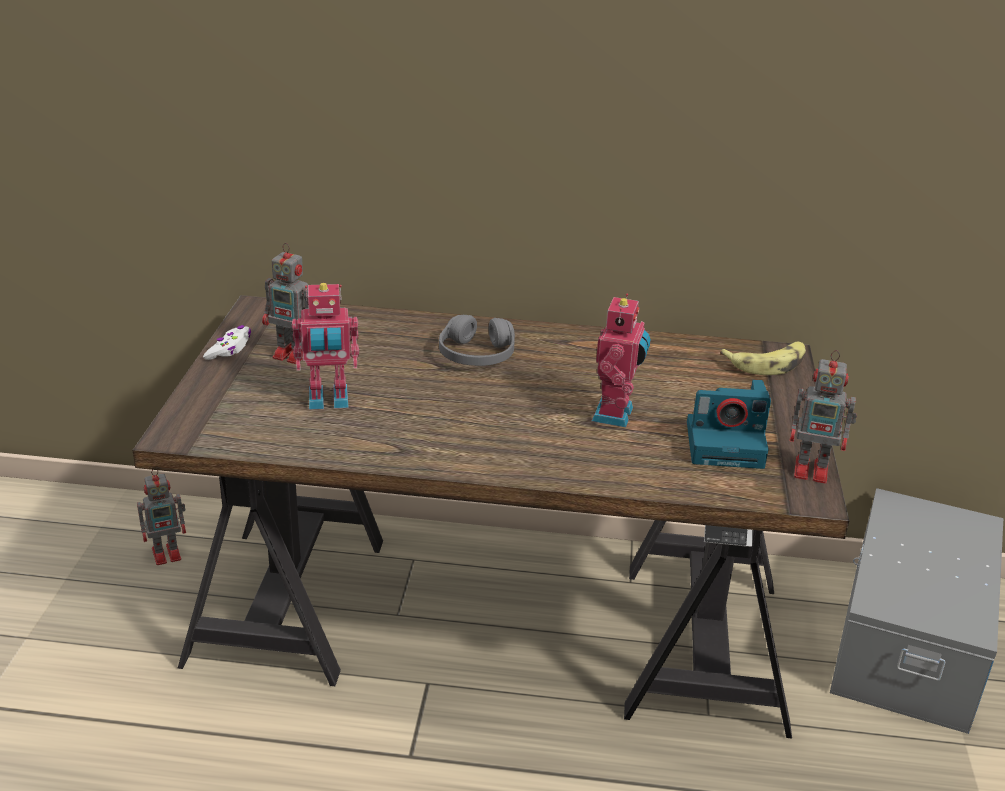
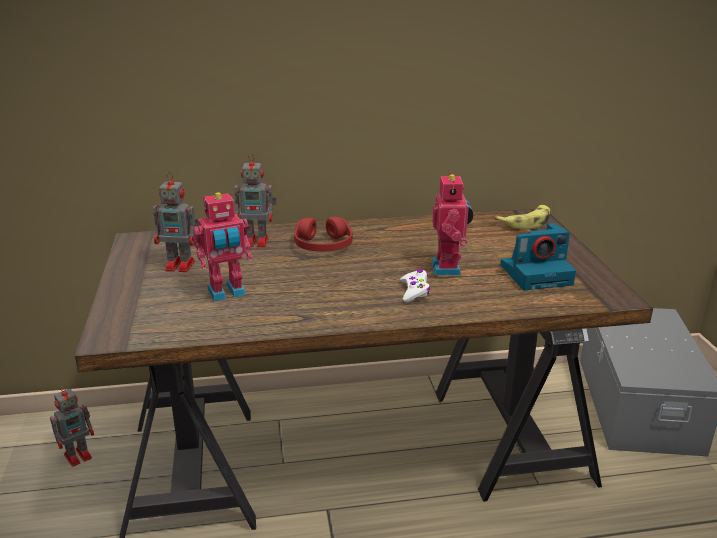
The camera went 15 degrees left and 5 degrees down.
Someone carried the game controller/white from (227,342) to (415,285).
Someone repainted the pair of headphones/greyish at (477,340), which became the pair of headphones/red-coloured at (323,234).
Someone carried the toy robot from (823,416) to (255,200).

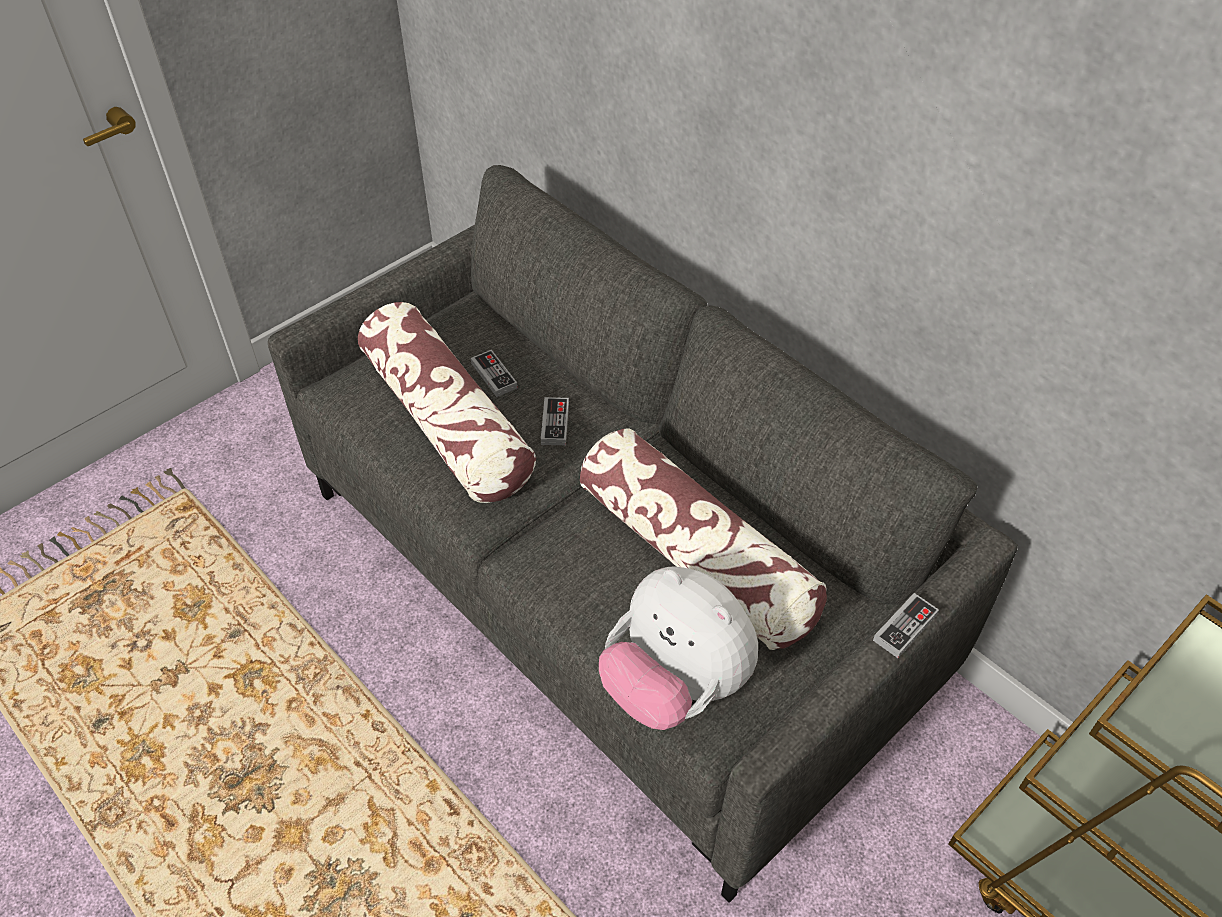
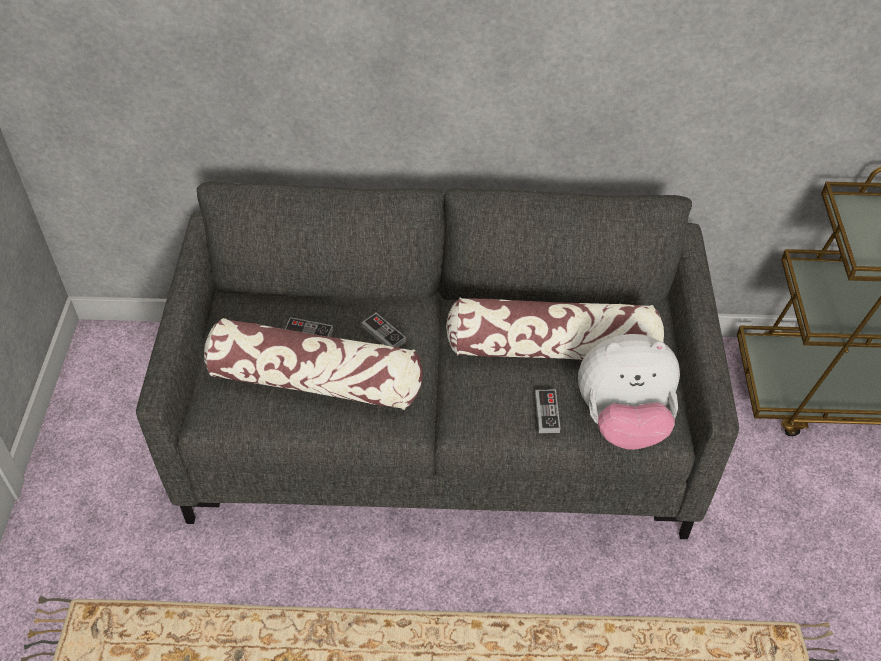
The camera went 45 degrees left and 0 degrees up.
Someone carried the game controller from (906,625) to (548,411).

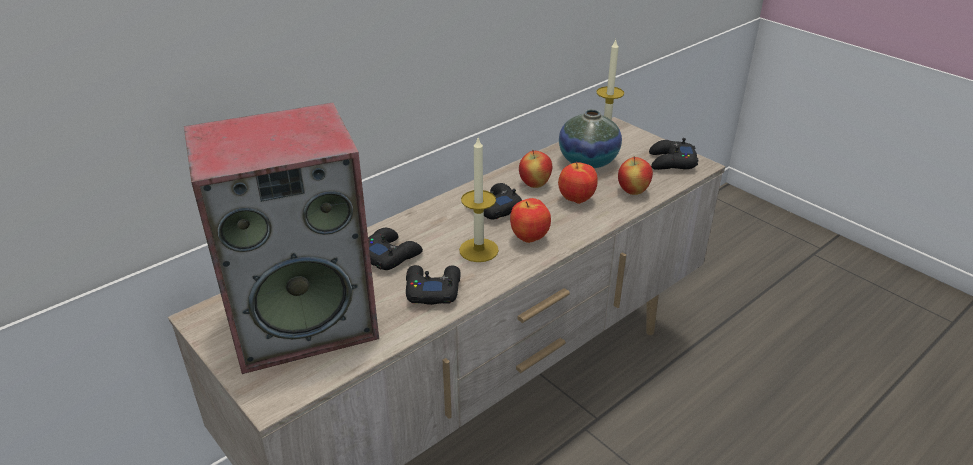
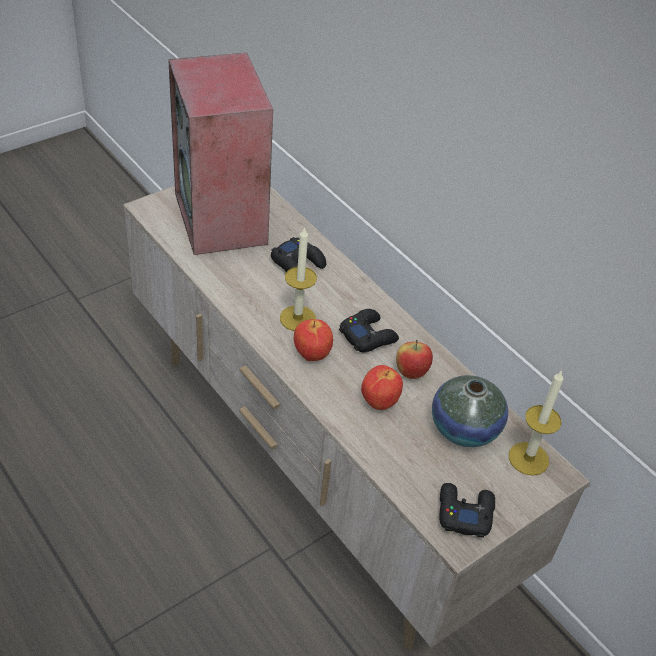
The camera went 90 degrees right and 10 degrees up.
Someone took away the game controller/black at (433,285).
Someone took away the apple fruit at (635,175).

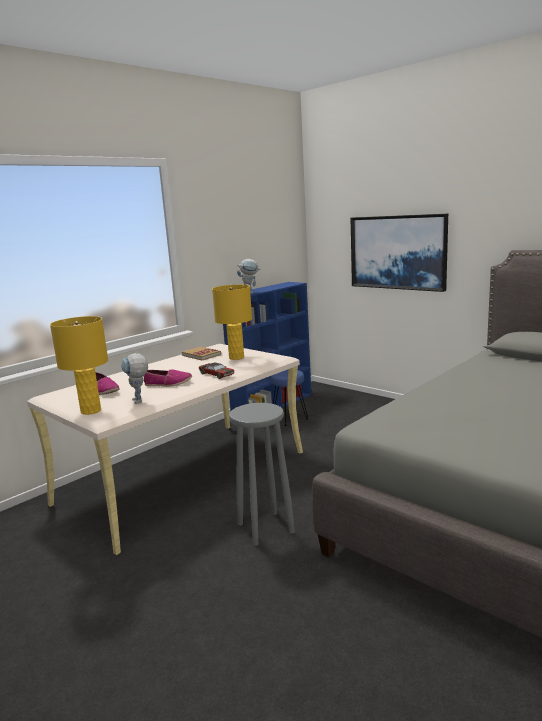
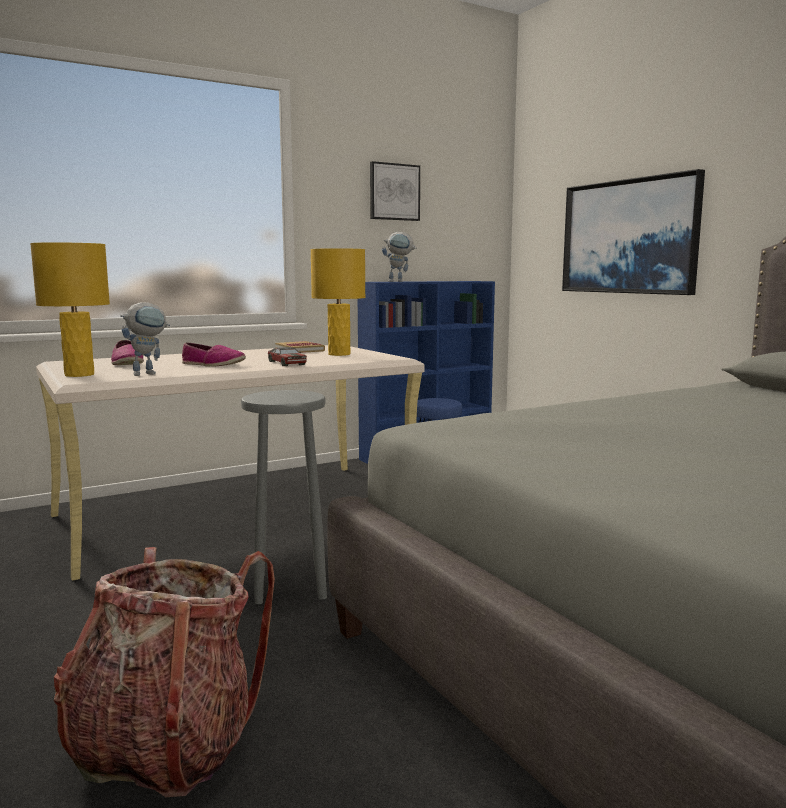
The camera went 15 degrees right and 5 degrees down.
Someone rotated the toy robot at (134,378) by 120 degrees counterclockwise.
Someone put down the rucksack at (164,672).
Someone put up the picture at (395,191).

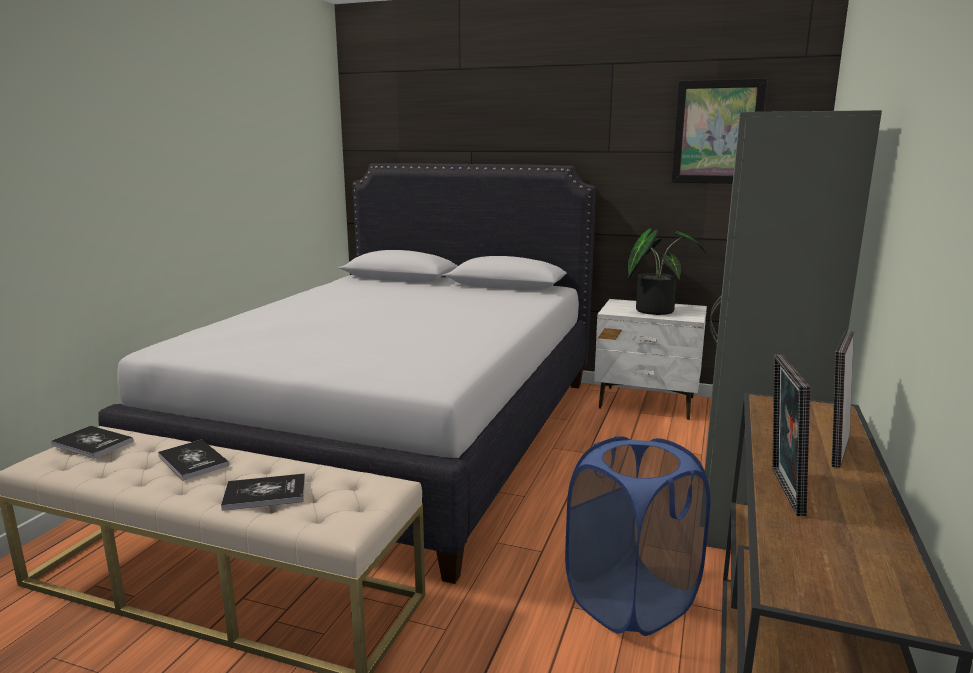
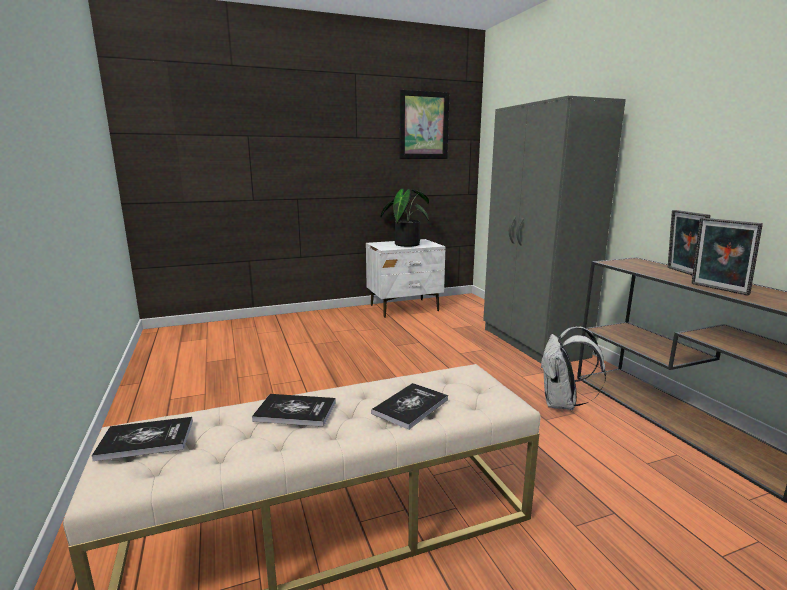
The camera went 40 degrees left and 0 degrees up.
Someone took away the bed/white at (347,373).
Someone swapped the hamper/blue-coloured at (637,536) for the rucksack/white at (573,368).

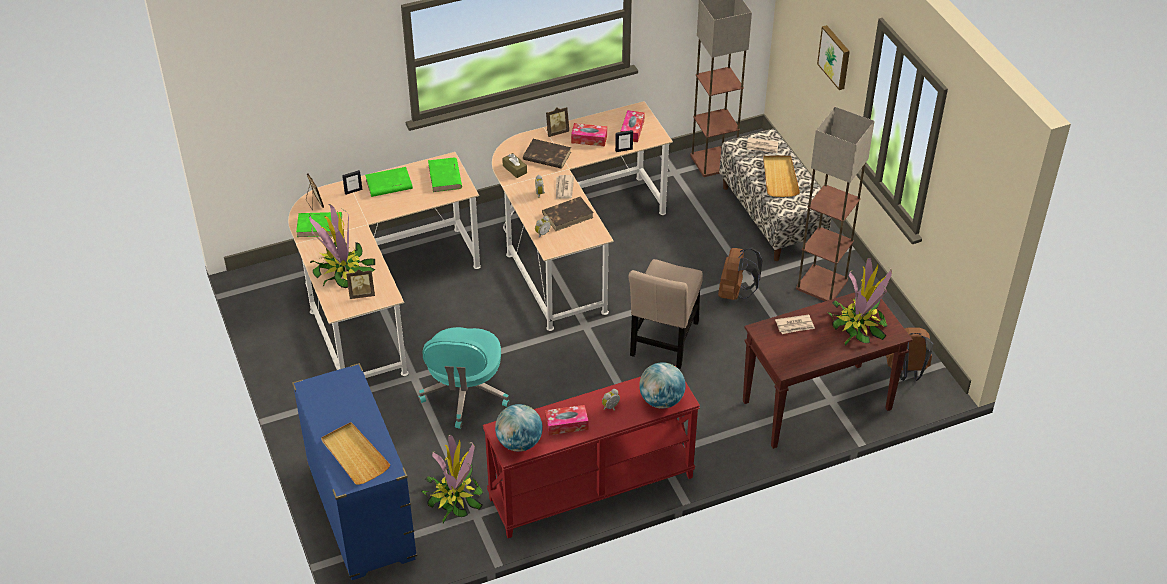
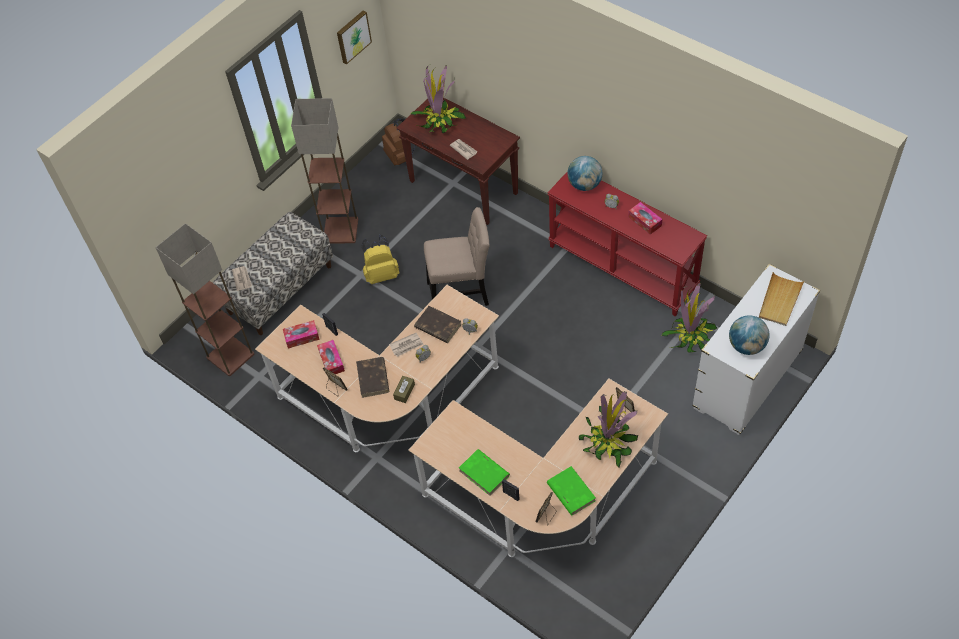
The camera went 115 degrees left and 10 degrees up.
Someone repainted the drawer chest/blue-coloured at (354,471), which became the drawer chest/white at (756,349).
Someone took away the computer chair/turquoise at (464,378).
Someone took away the volume/greenish at (445,175).
Someone carried the globe from (519,428) to (749,335).
Someone repainted the rucksack/brown-coloured at (740,273), which became the rucksack/yellow at (380,259).
Someone took away the serving tray/beige-coloured at (781,176).
Someone carried the picture from (833,57) to (354,37).

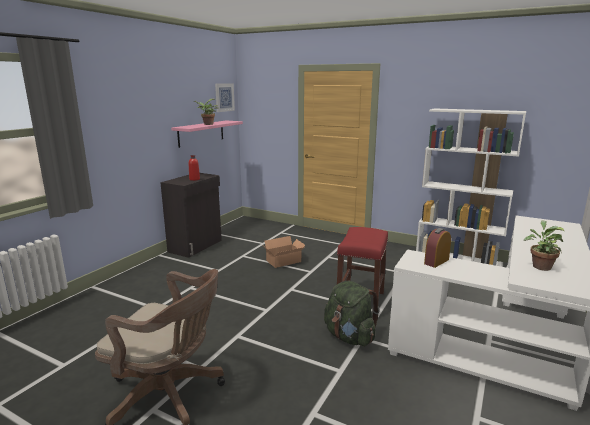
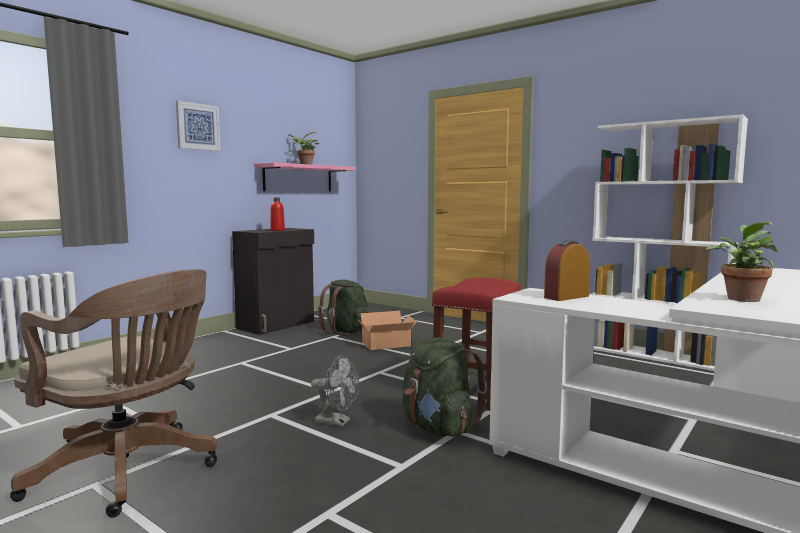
The camera went 10 degrees right and 10 degrees down.
Someone carried the picture from (225,97) to (198,126).
Someone put down the electric fan/greyish at (335,391).
Someone put down the rucksack/greenish at (343,308).

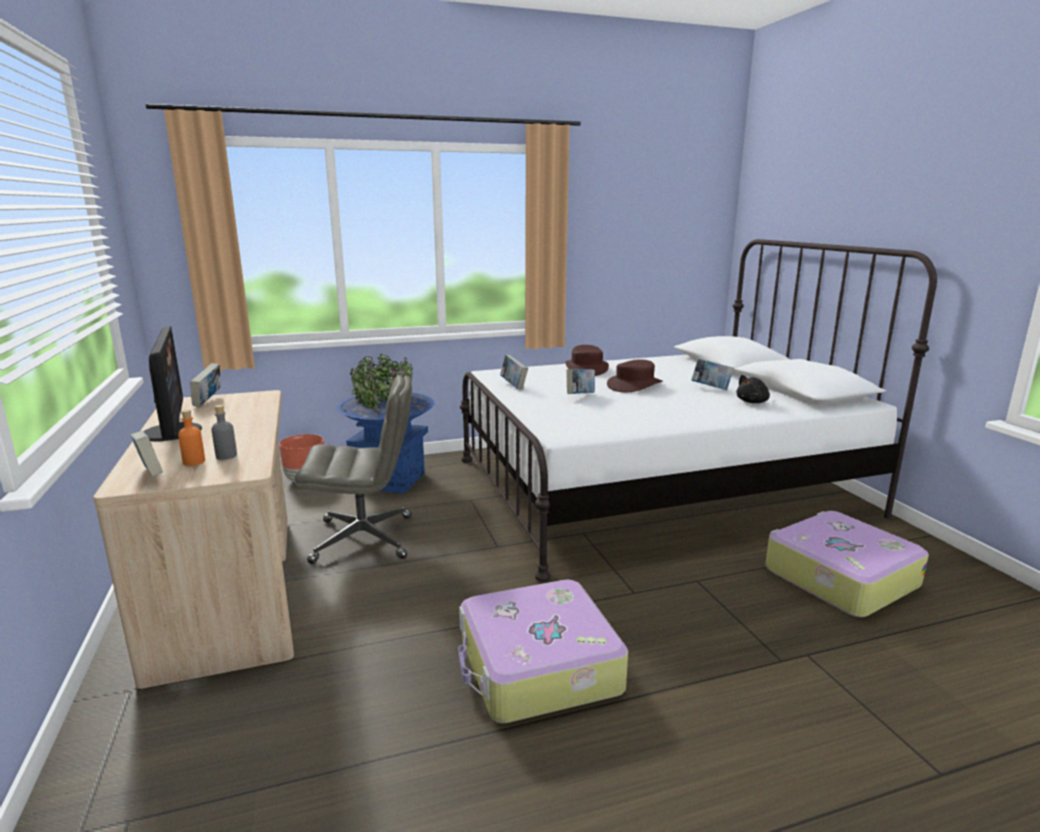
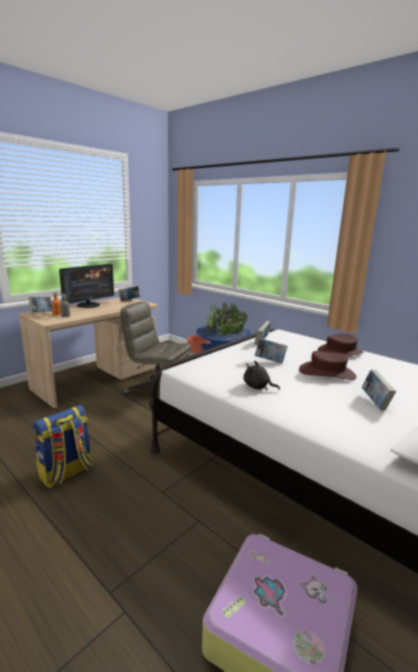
The camera went 60 degrees right and 0 degrees up.
Someone rotated the computer chair/greyish at (353,469) by 150 degrees clockwise.
Someone swapped the piece of luggage at (543,652) for the rucksack at (62,446).
Someone carried the cuddly toy/black from (753,389) to (262,375).

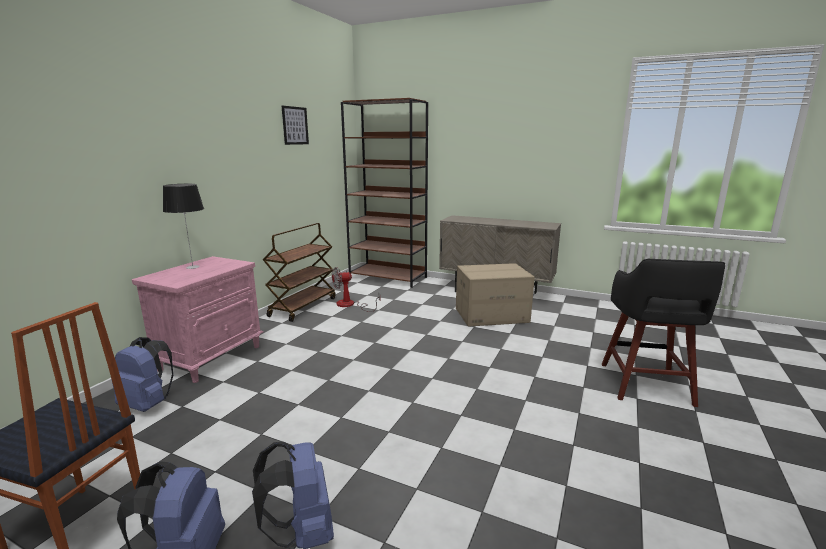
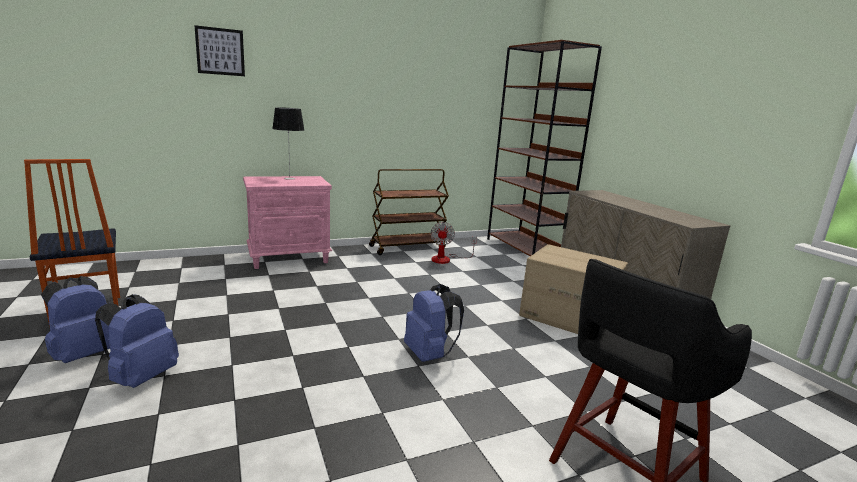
The camera went 40 degrees right and 0 degrees up.
Someone carried the rucksack/blue-coloured from (142,374) to (434,323).
Someone carried the picture from (295,125) to (219,50).
Someone rotated the electric fan at (356,289) by 105 degrees counterclockwise.

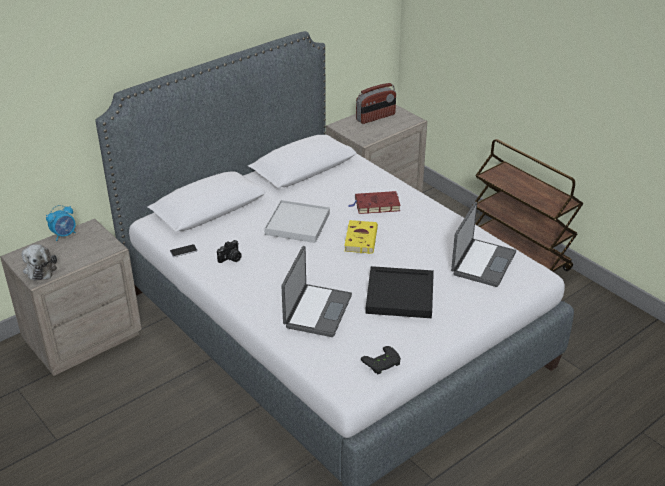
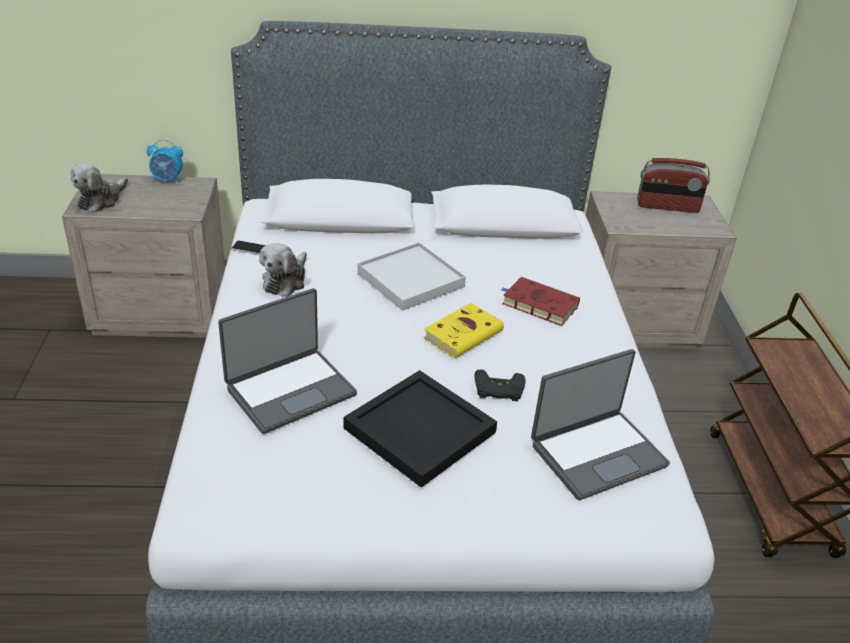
The camera went 35 degrees right and 0 degrees up.
Someone swapped the photo camera at (229,251) for the cuddly toy at (283,270).
Someone carried the game controller/black from (381,360) to (500,386).

